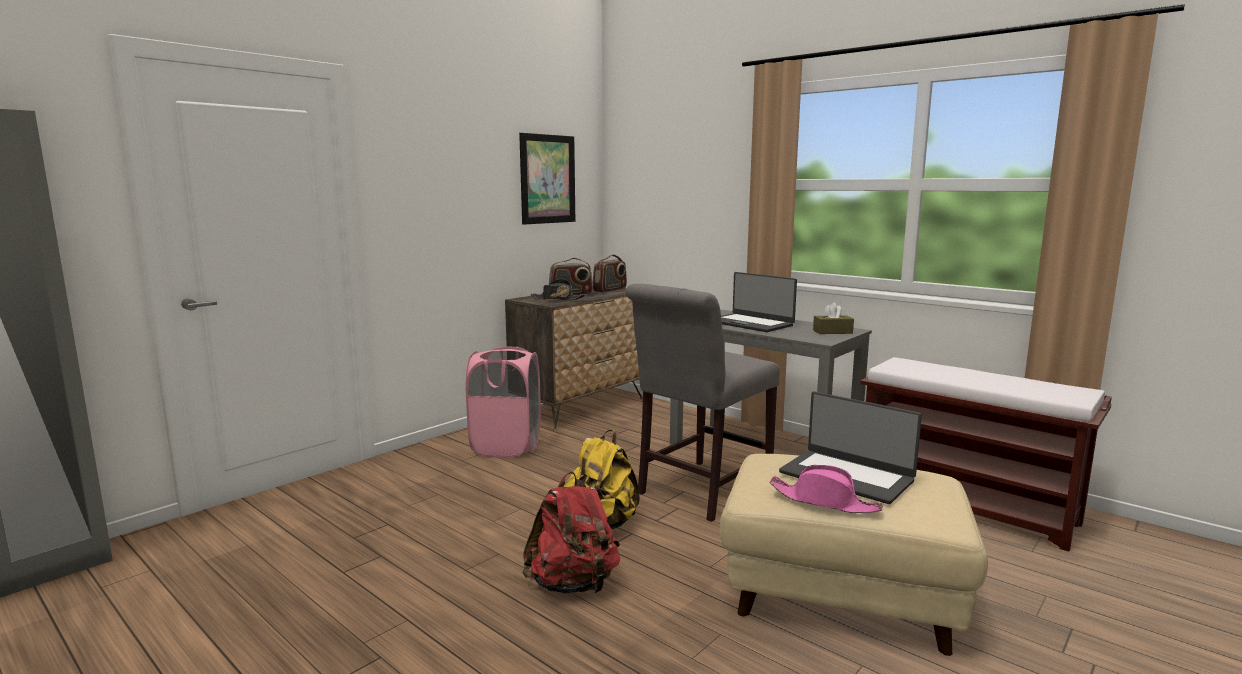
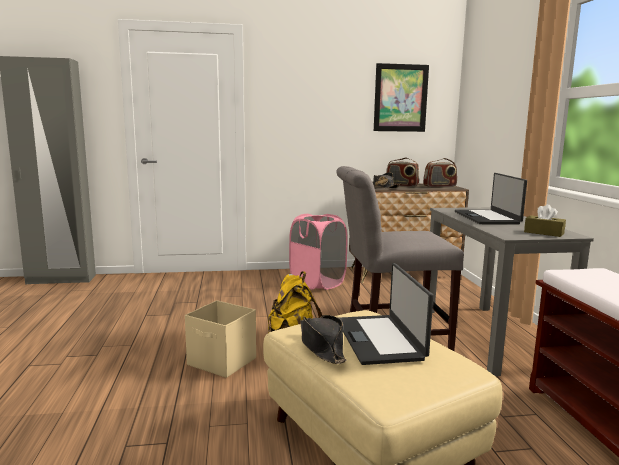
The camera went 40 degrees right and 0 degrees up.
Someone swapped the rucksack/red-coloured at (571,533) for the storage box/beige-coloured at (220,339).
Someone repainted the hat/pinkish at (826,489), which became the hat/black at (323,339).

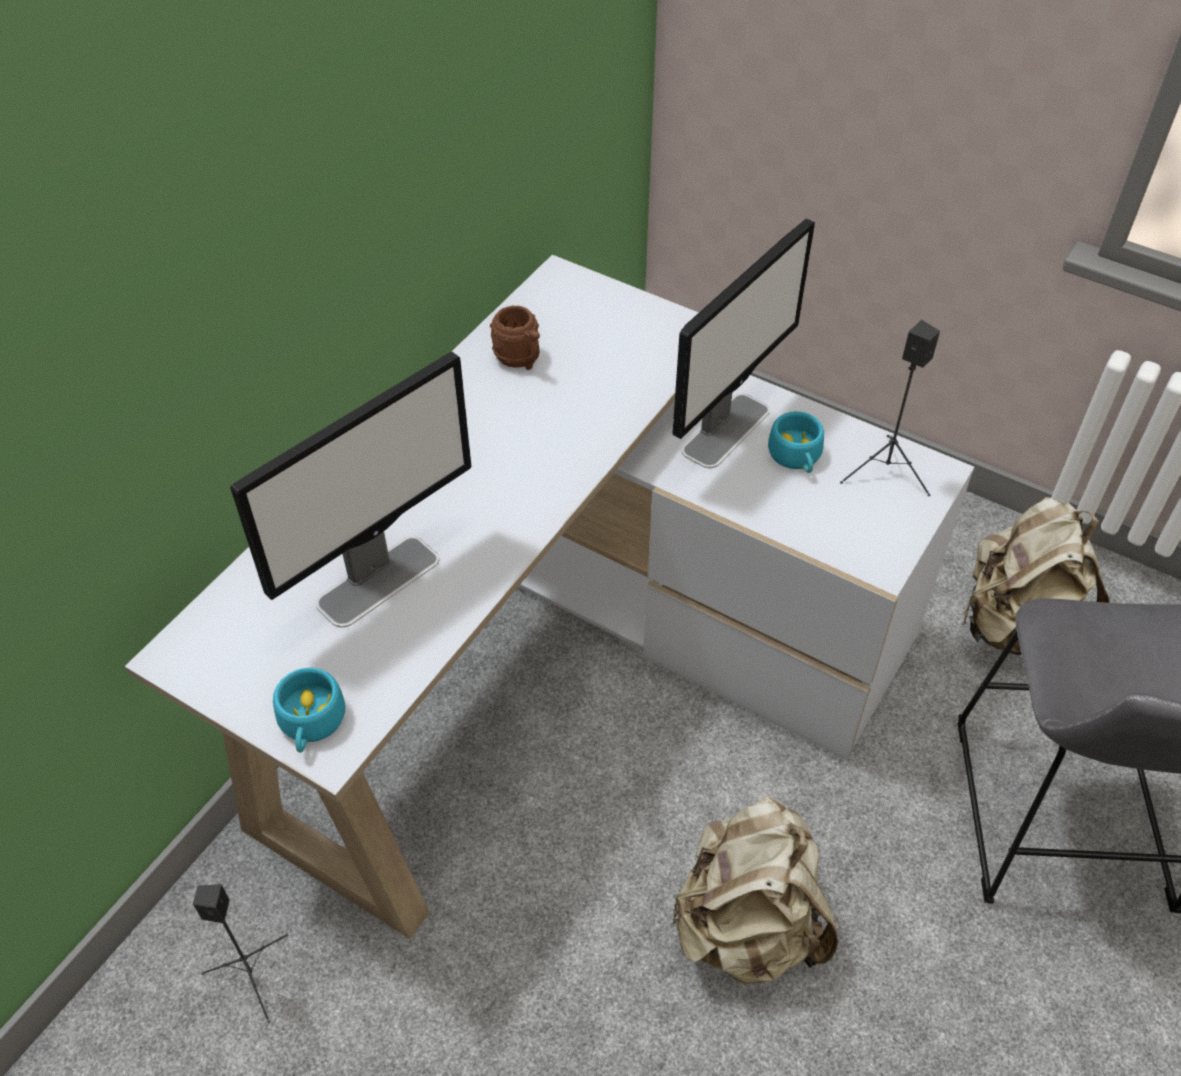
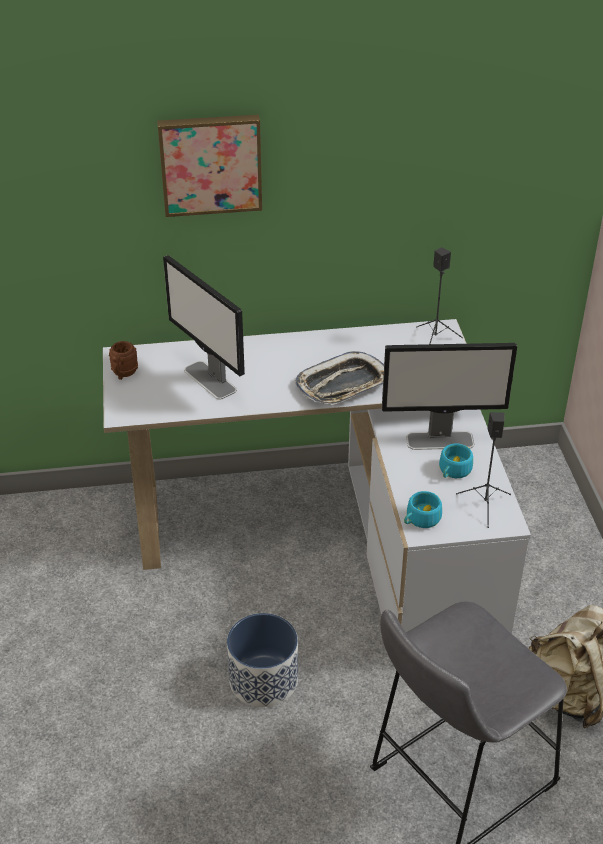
The camera went 50 degrees right and 10 degrees down.
Someone carried the audio speaker/black from (240,953) to (439,295).
Someone rotated the computer screen at (350,489) by 45 degrees clockwise.
Someone carried the small cup/turquoise from (309,710) to (423,509).
Someone carried the mug/brown-coloured from (515,337) to (123,360).
Someone swapped the rucksack/beige-coloured at (754,890) for the plant pot at (262,660).
Someone put up the picture at (209,166).
Someone put down the serving tray at (339,378).

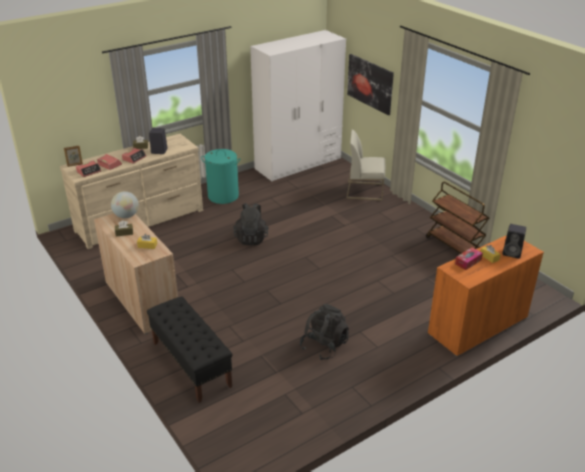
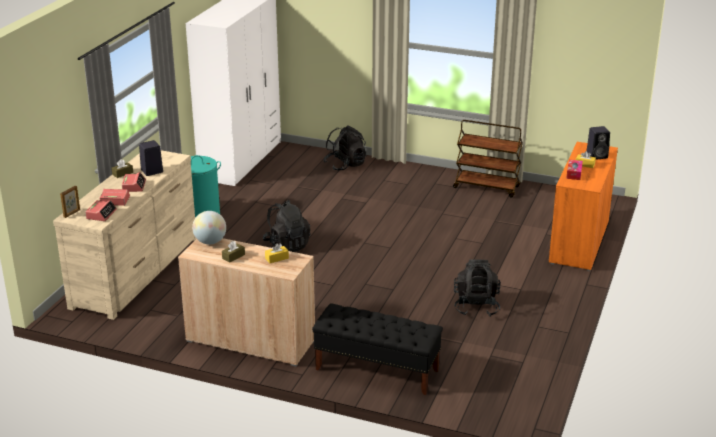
The camera went 35 degrees left and 5 degrees down.
Someone swapped the plain chair/white at (365,165) for the rucksack/black at (344,148).
Someone took away the picture at (370,84).

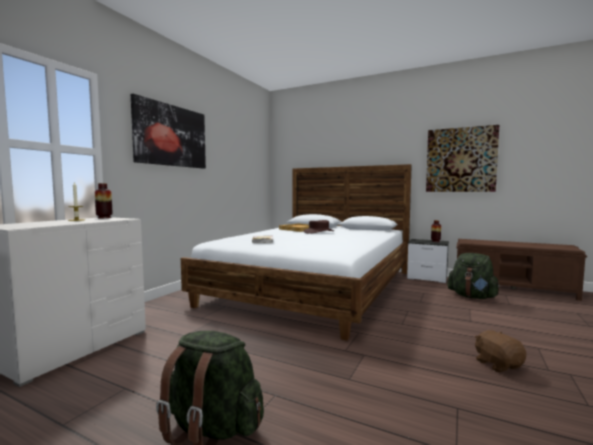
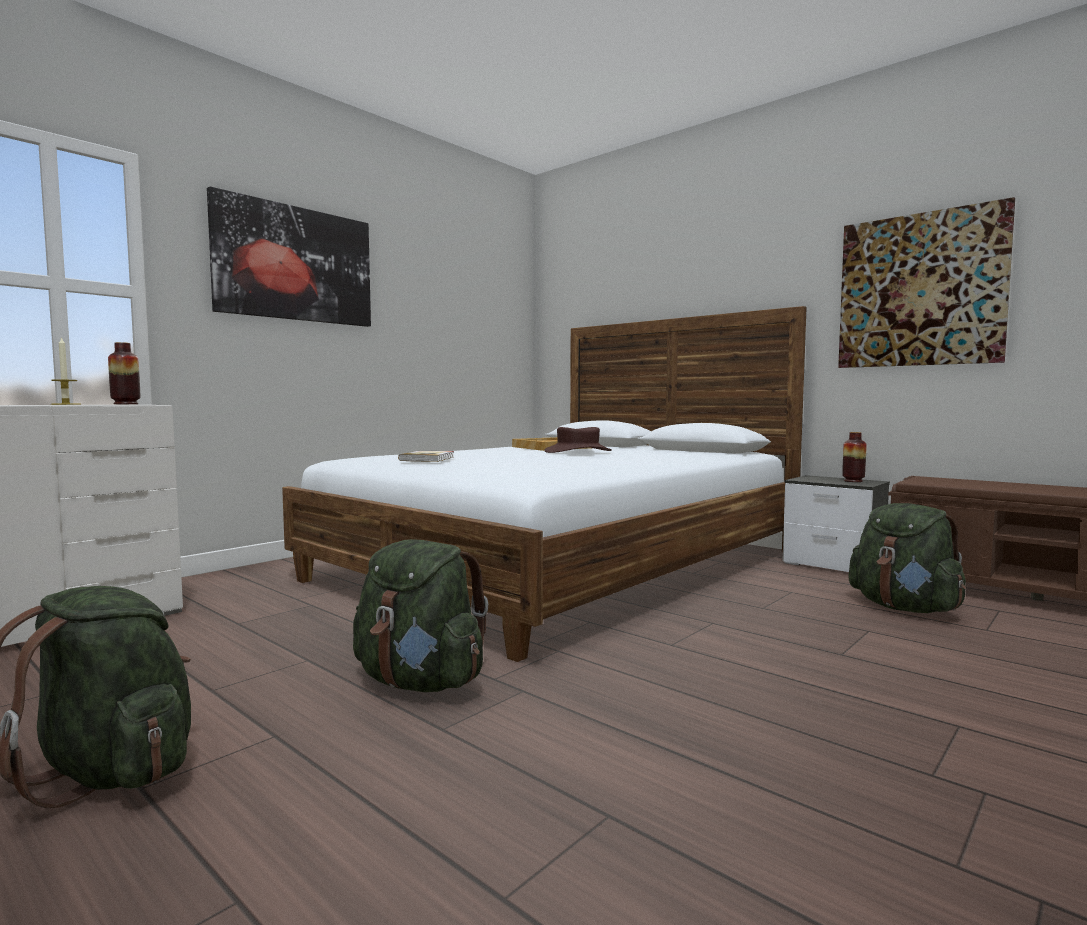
The camera went 15 degrees right and 0 degrees up.
Someone took away the cuddly toy/brown-coloured at (500,351).
Someone put down the rucksack/greenish at (420,615).

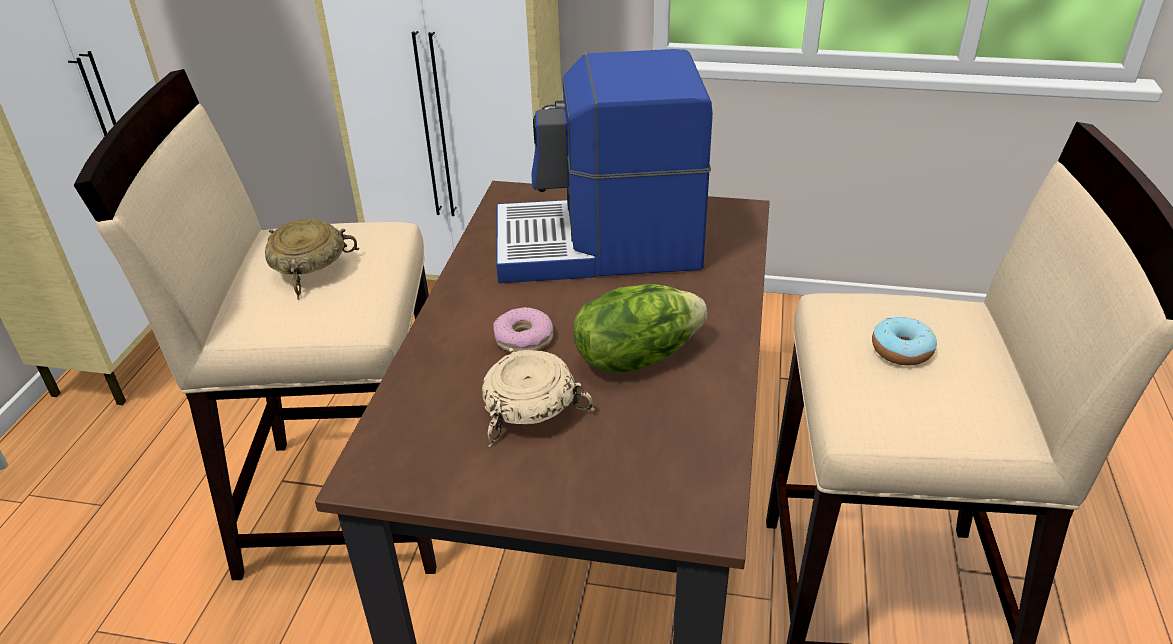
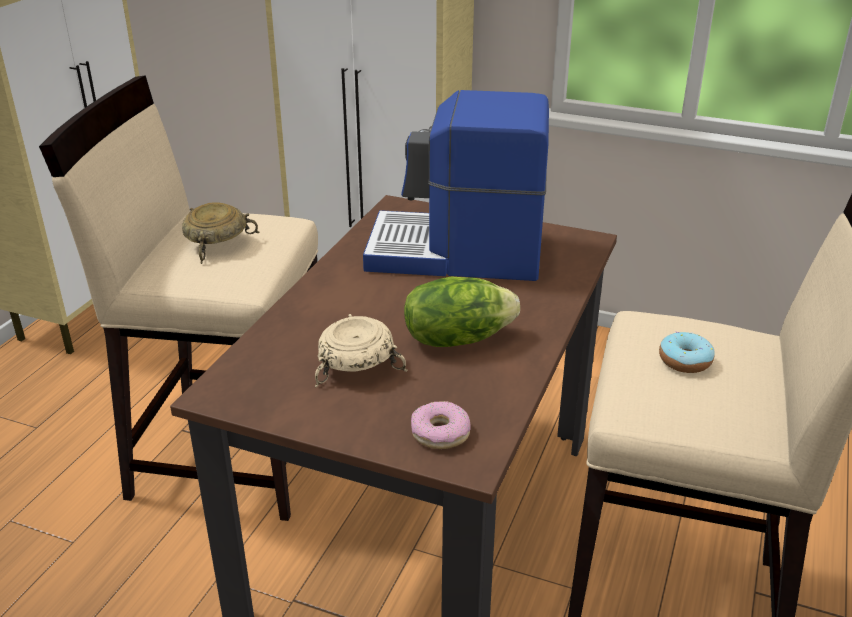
The camera went 10 degrees right and 5 degrees down.
Someone carried the donut from (523,329) to (441,425).

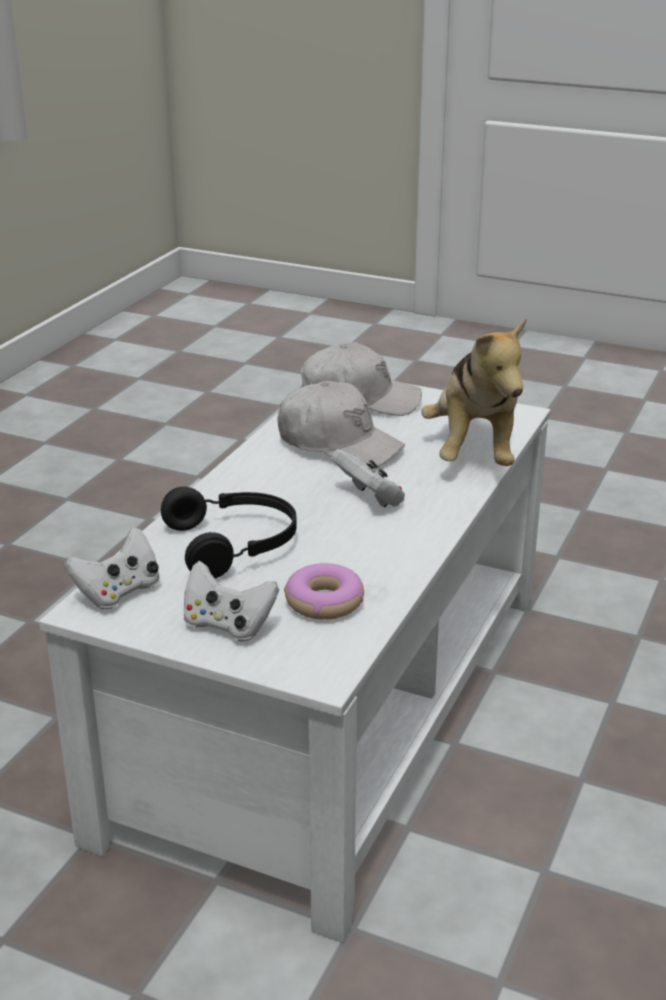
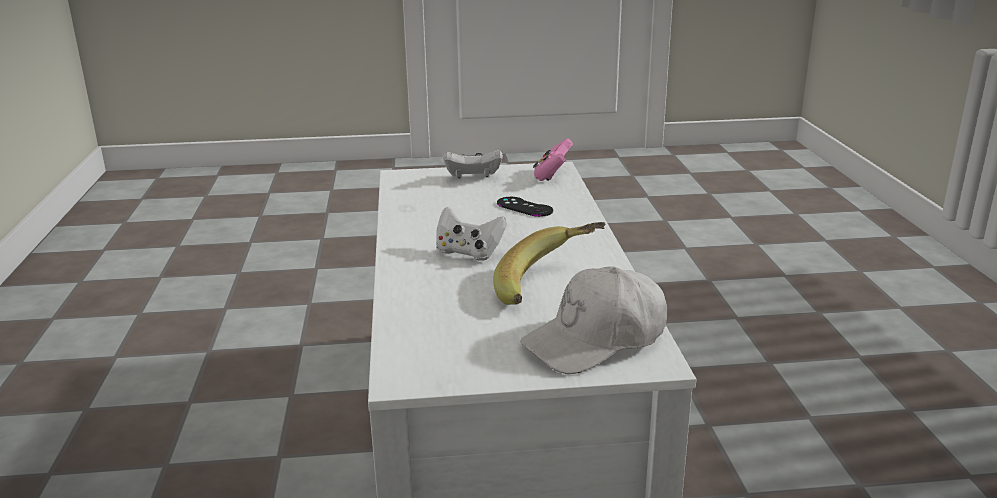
The camera went 150 degrees right and 5 degrees down.
Someone repainted the game controller/white at (112,568), which became the game controller/pinkish at (553,159).
Someone swapped the pair of headphones/black at (229,532) for the game controller/black at (525,207).
Someone swapped the cap/white at (341,425) for the whole banana at (549,263).
Someone took away the donut at (324,591).
Someone took away the cuddly toy at (473,392).

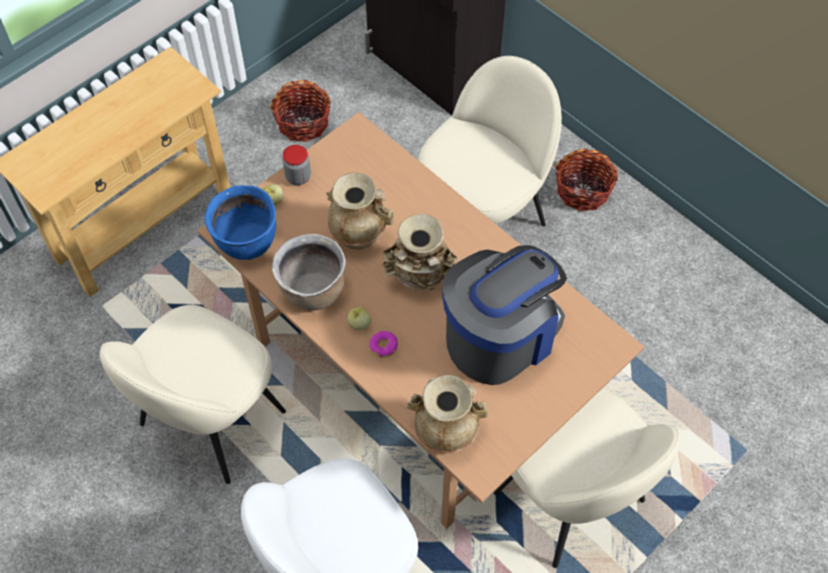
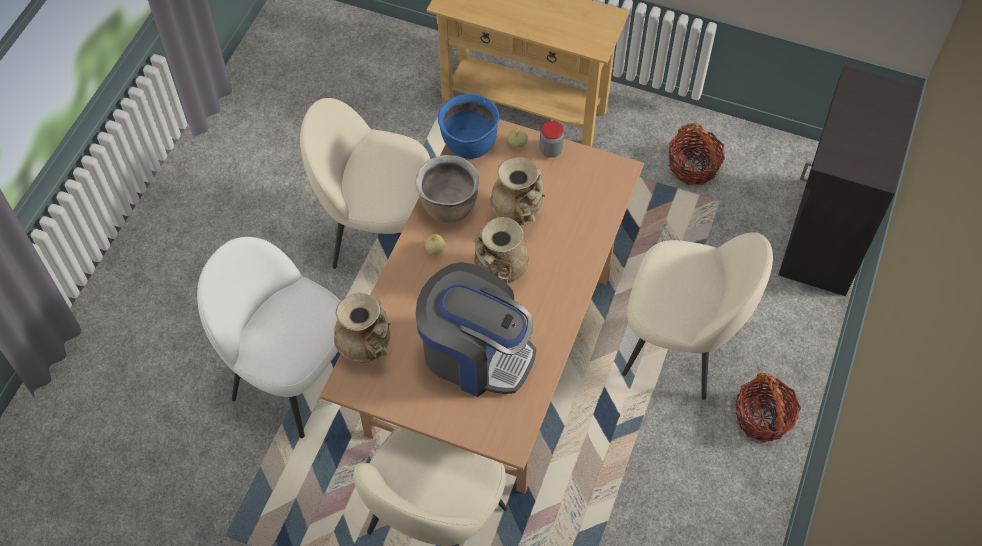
The camera went 65 degrees right and 0 degrees up.
Someone took away the donut at (383,344).

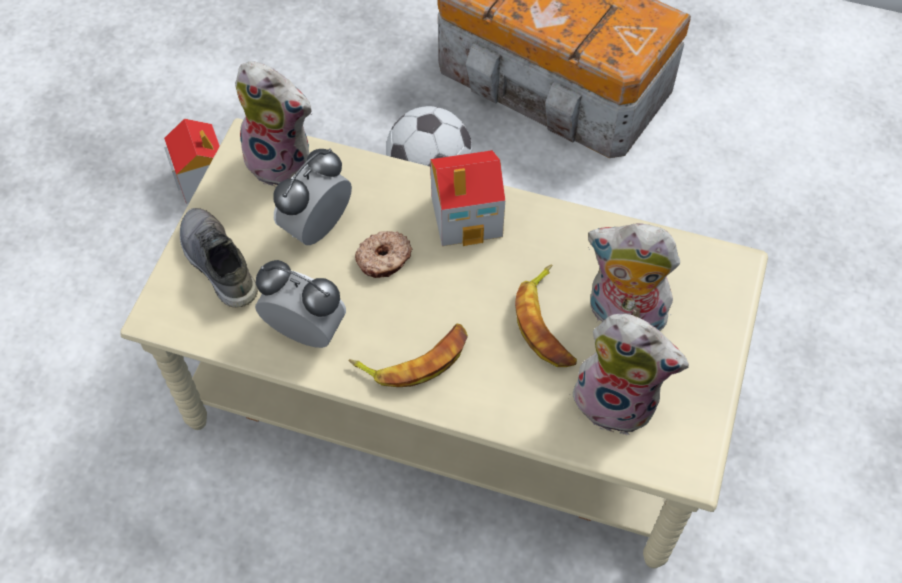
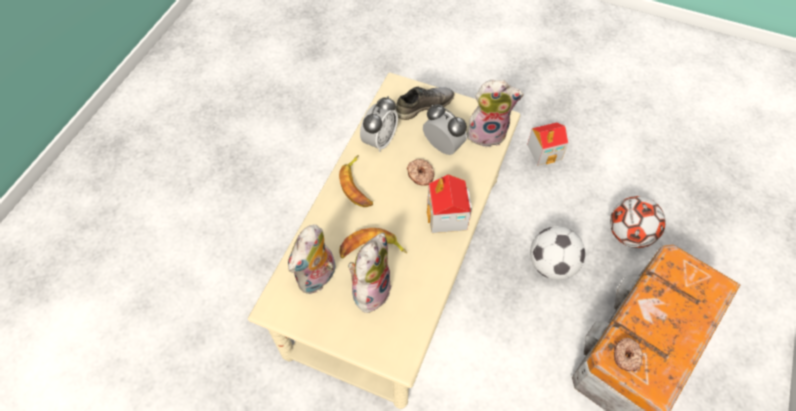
The camera went 95 degrees right and 0 degrees up.
Someone rotated the cuddly toy at (274,123) by 120 degrees counterclockwise.
Someone put down the ball for football at (638,222).
Someone put down the donut at (628,354).

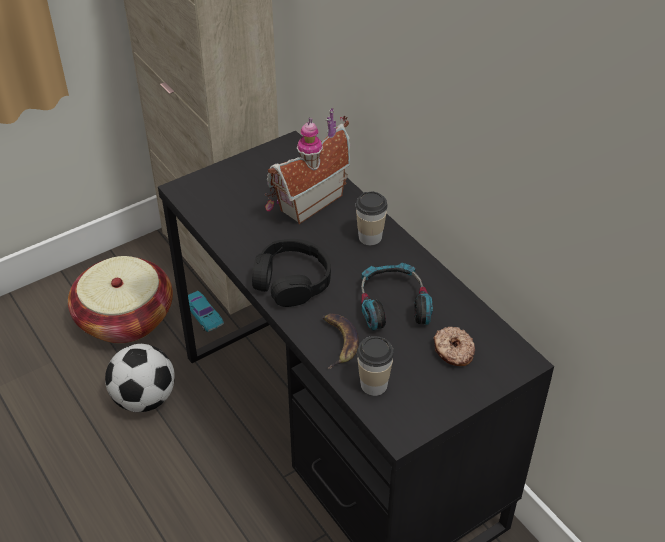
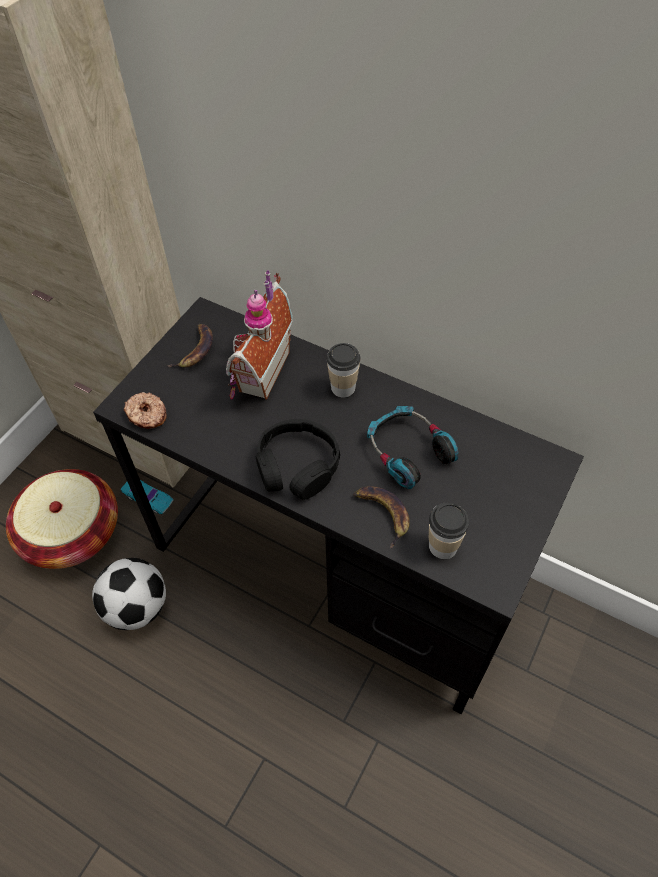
The camera went 25 degrees left and 10 degrees up.
Someone carried the donut from (454,346) to (145,410).
Someone put down the whole banana at (190,346).

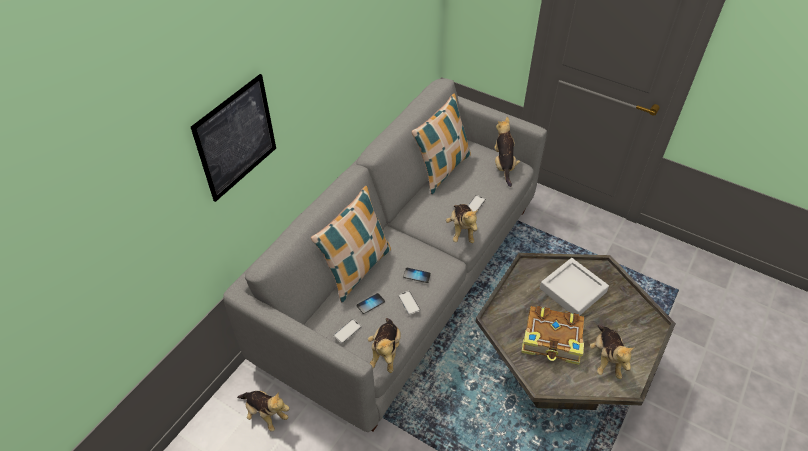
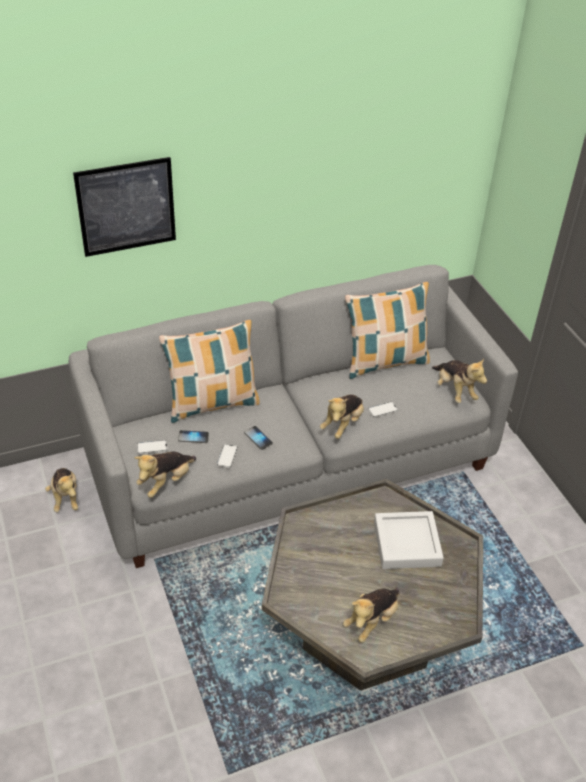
The camera went 35 degrees right and 5 degrees down.
Someone rotated the cuddly toy at (507,152) by 120 degrees clockwise.
Someone took away the volume at (552,335).

